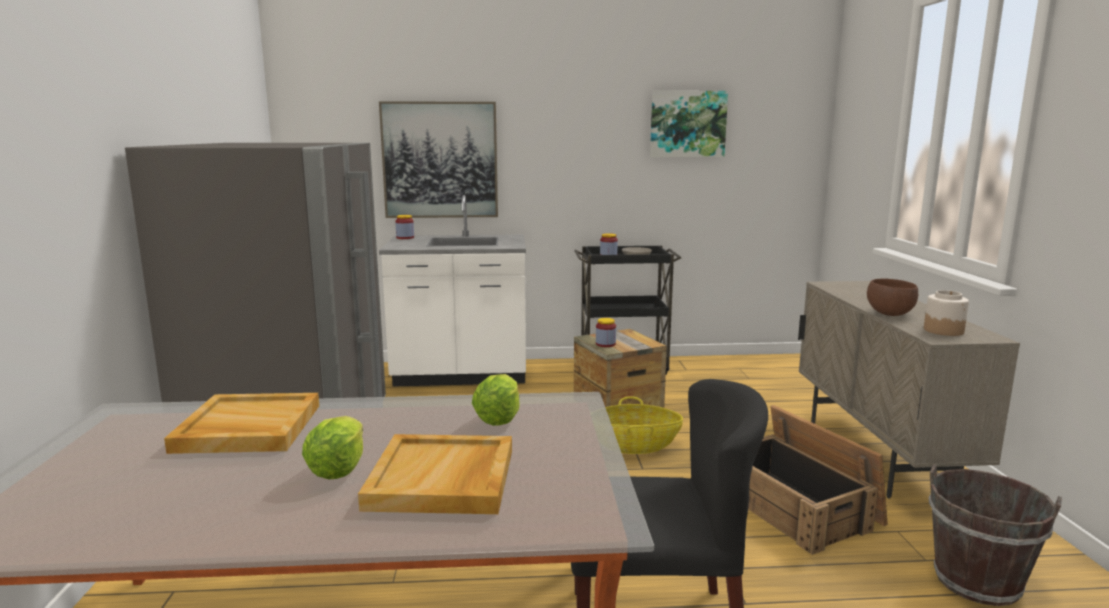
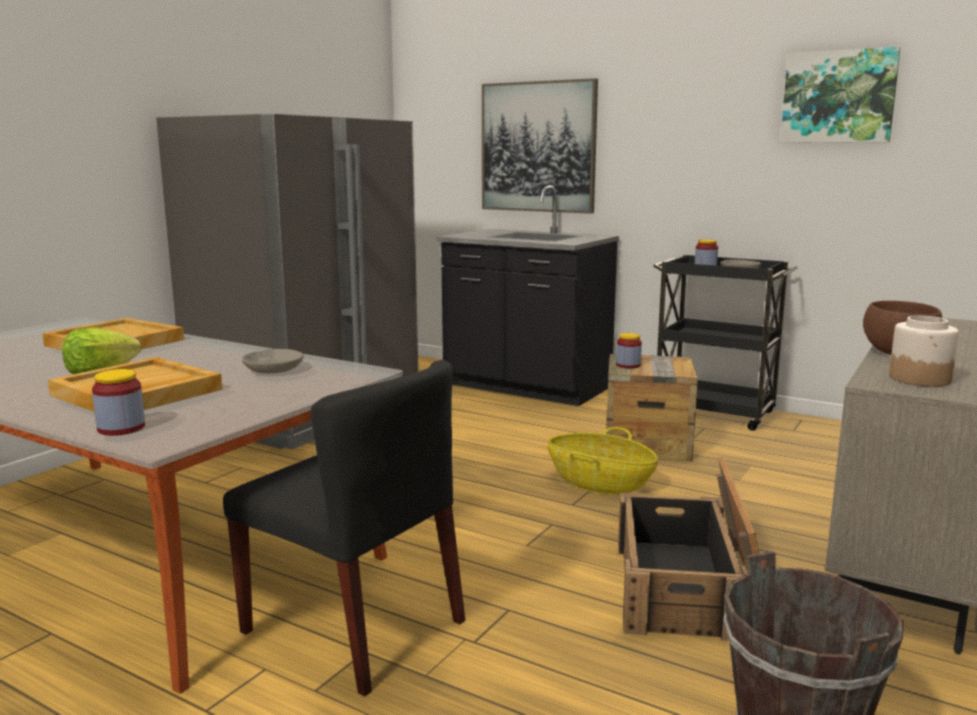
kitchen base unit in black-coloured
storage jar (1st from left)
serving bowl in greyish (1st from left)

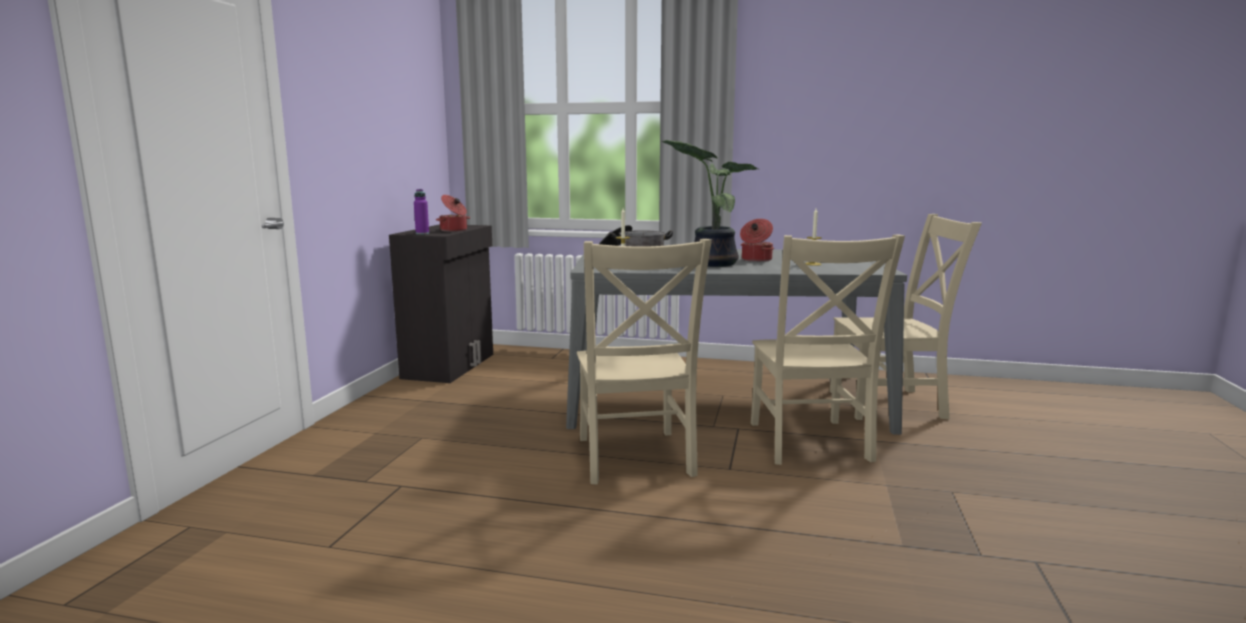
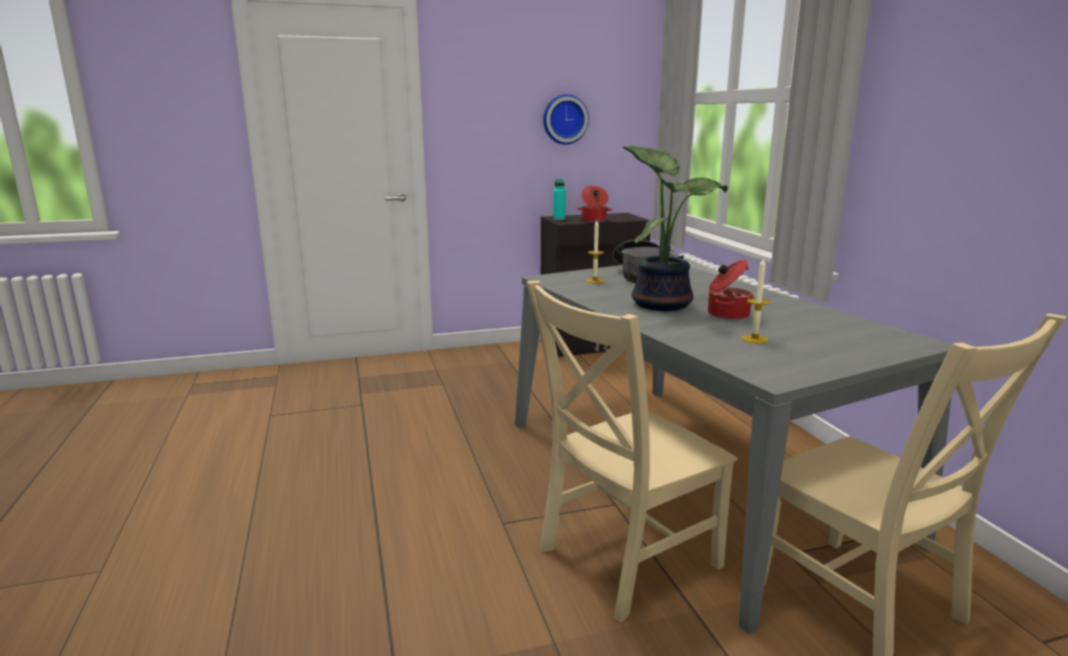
drink bottle in blue-green
chair in beige (1st from left in the first image)
wall clock

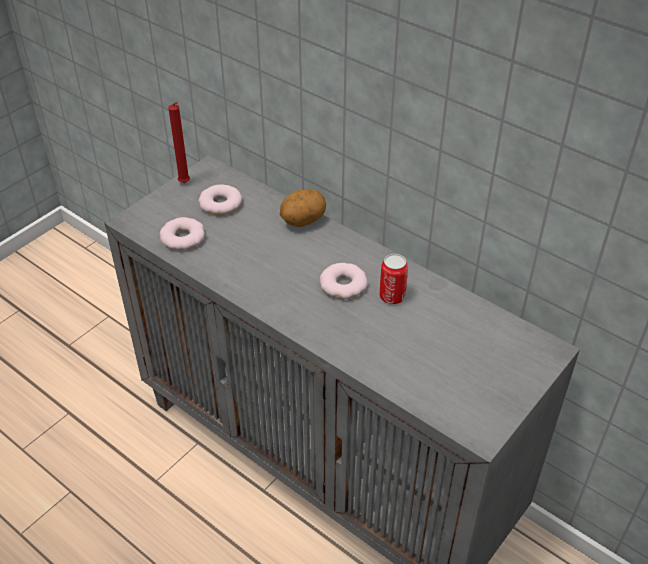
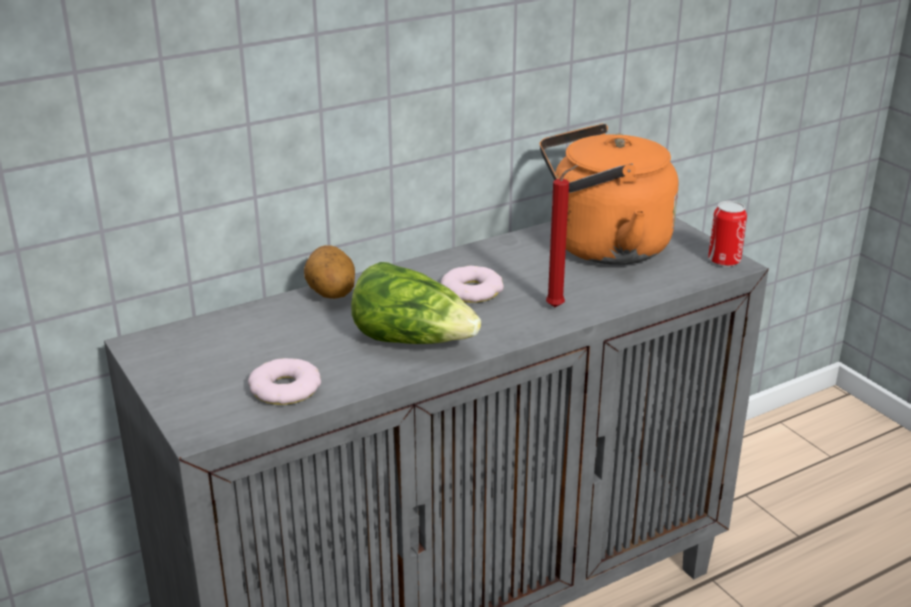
wax candle in red
doughnut (2nd from left in the first image)
can
lettuce head
tea kettle in orange-coloured

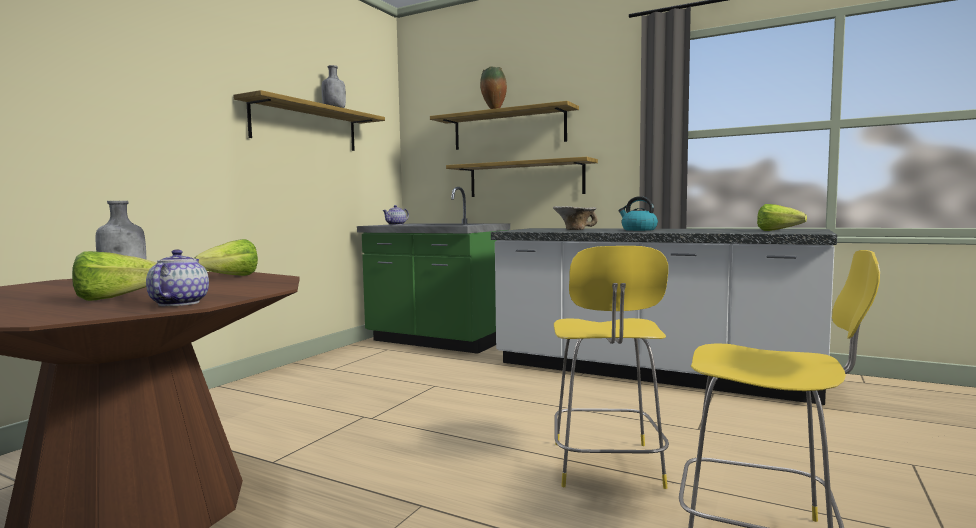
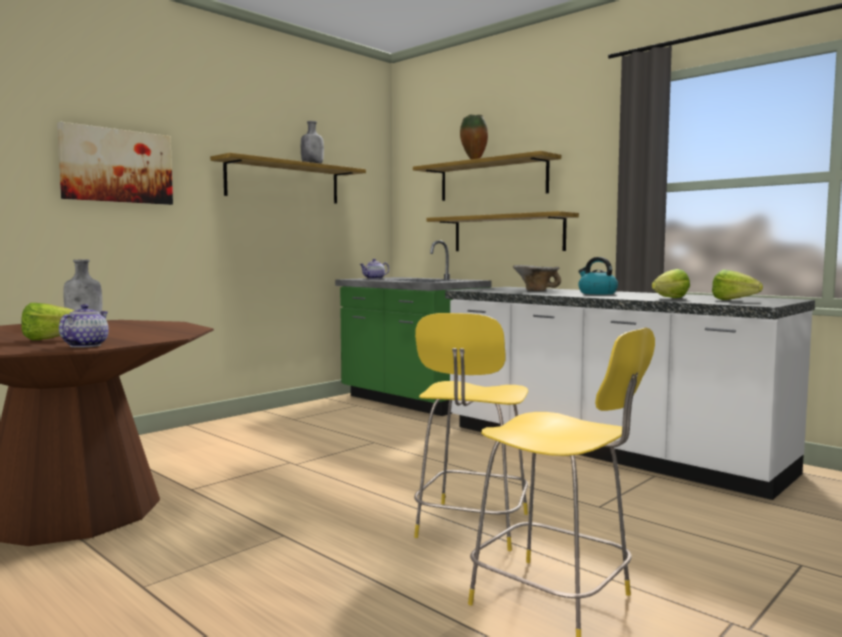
lettuce head (2nd from left)
wall art

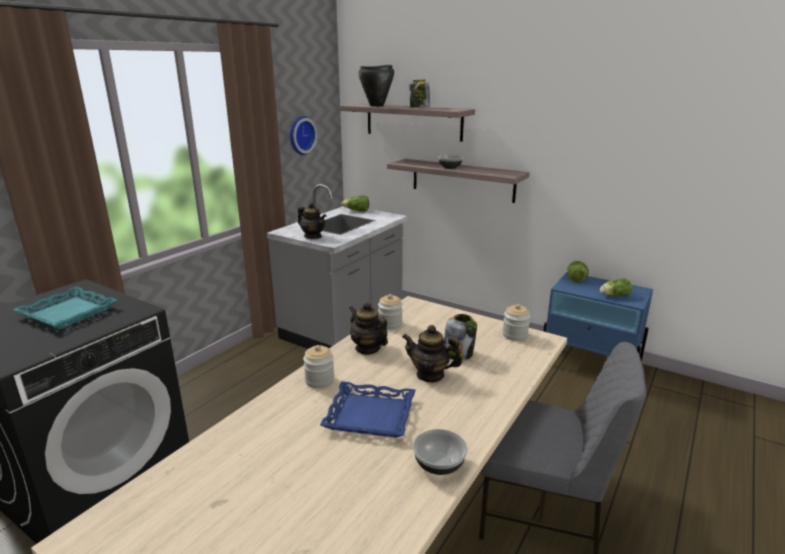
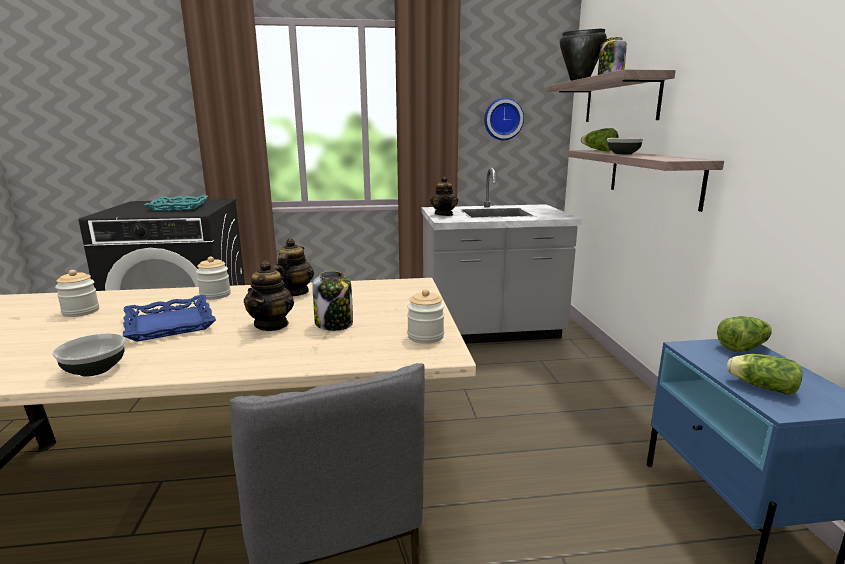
lettuce head (1st from left)
storage jar (1st from left)
pot for tea (1st from left)

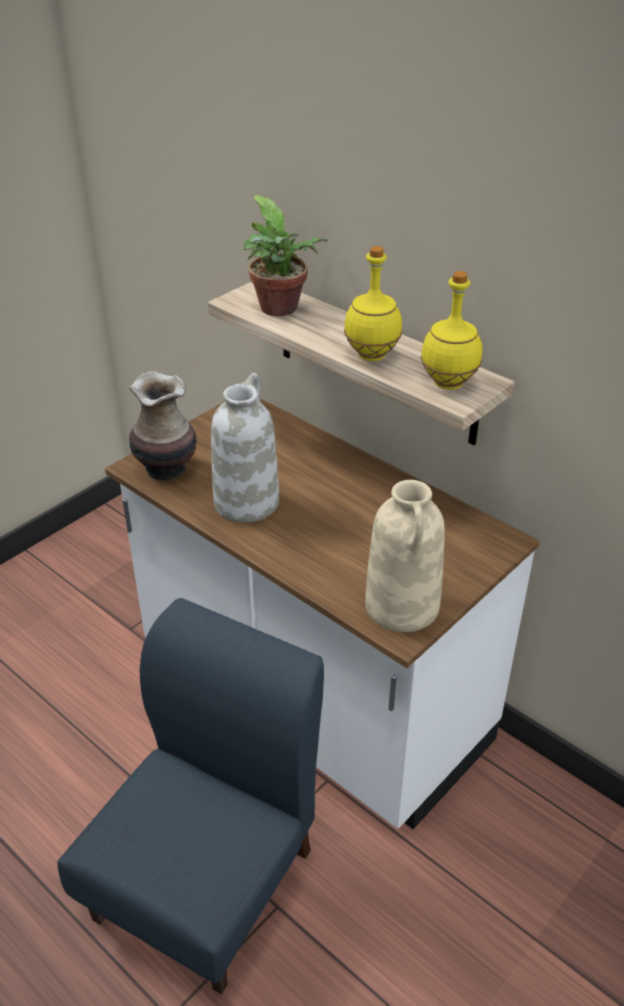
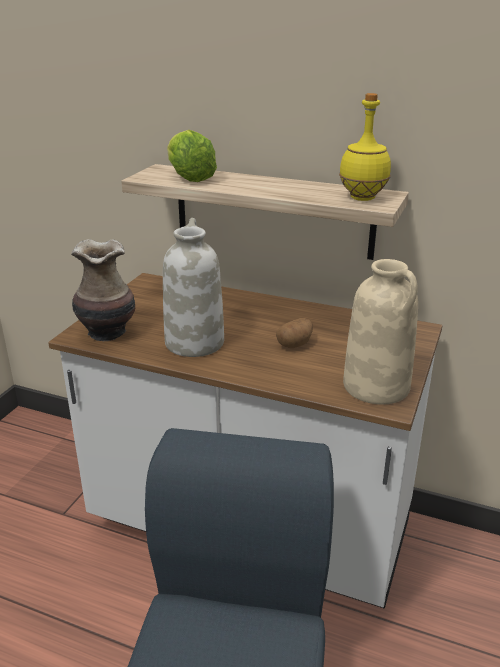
lettuce head
drink bottle in yellowish (1st from left in the first image)
whole potato

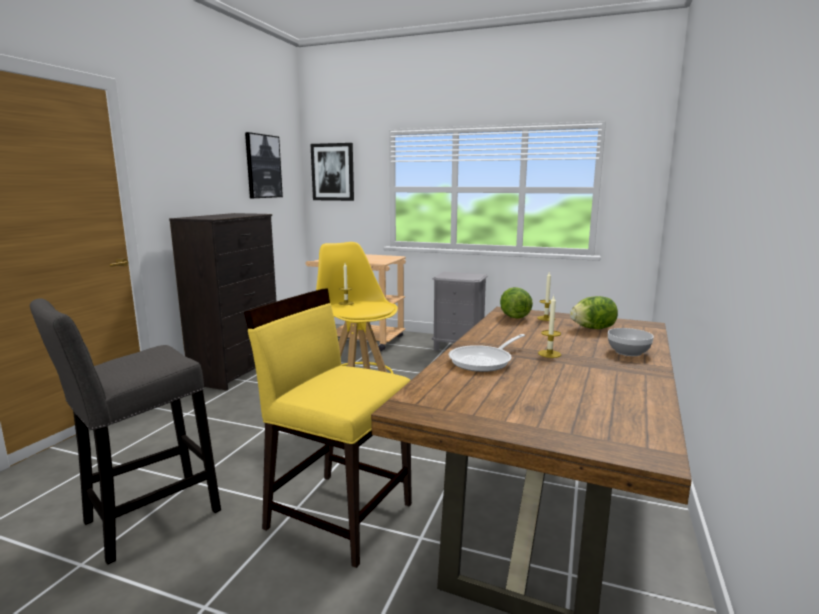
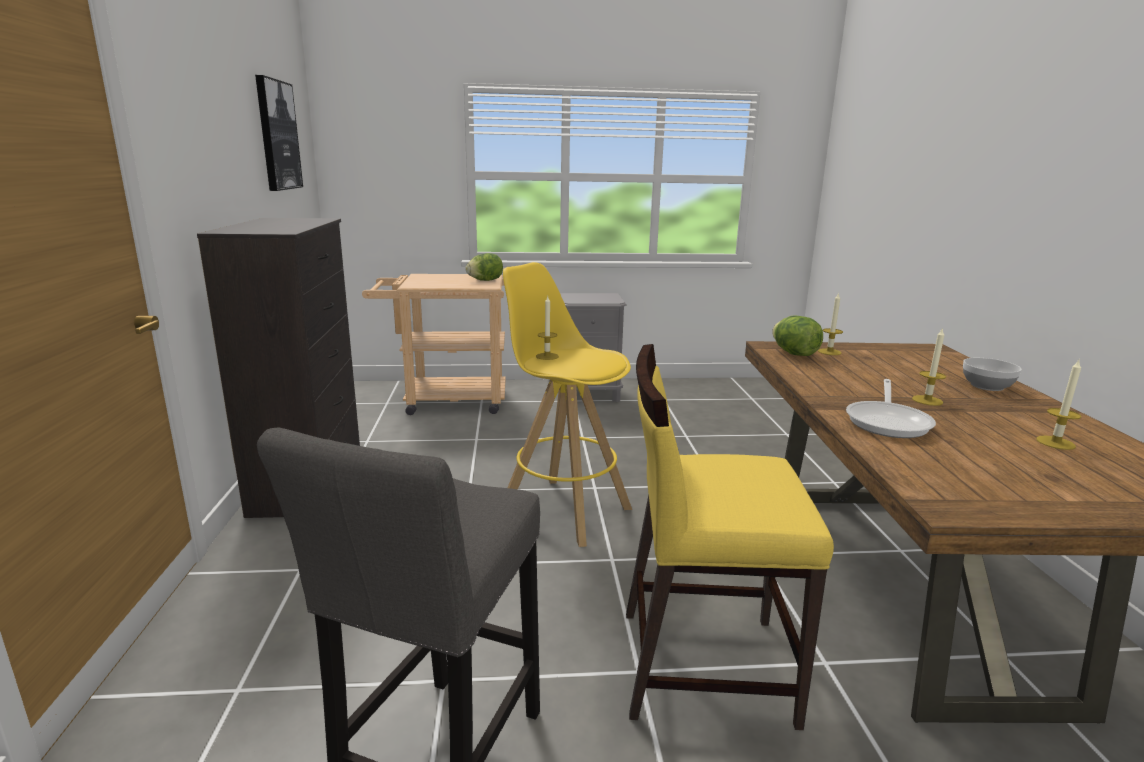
wall art (2nd from left in the first image)
lettuce head (1st from left)
wax candle (4th from left)

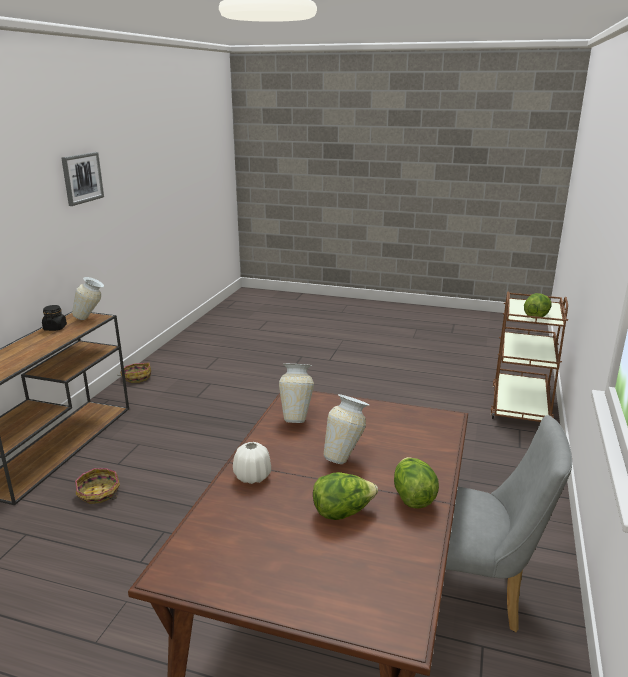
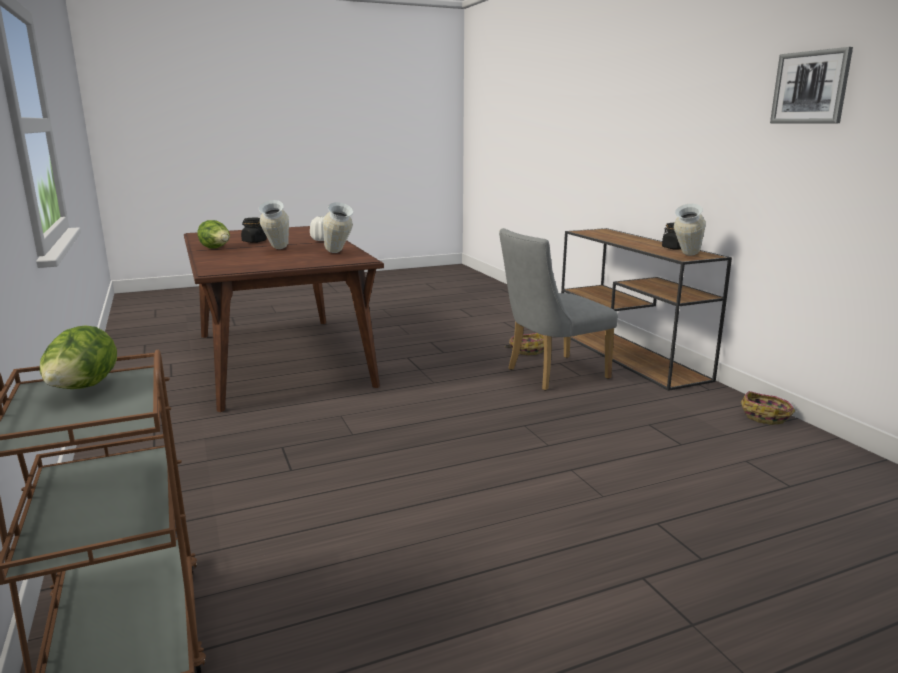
storage jar in black-coloured (1st from left)
chair in greyish

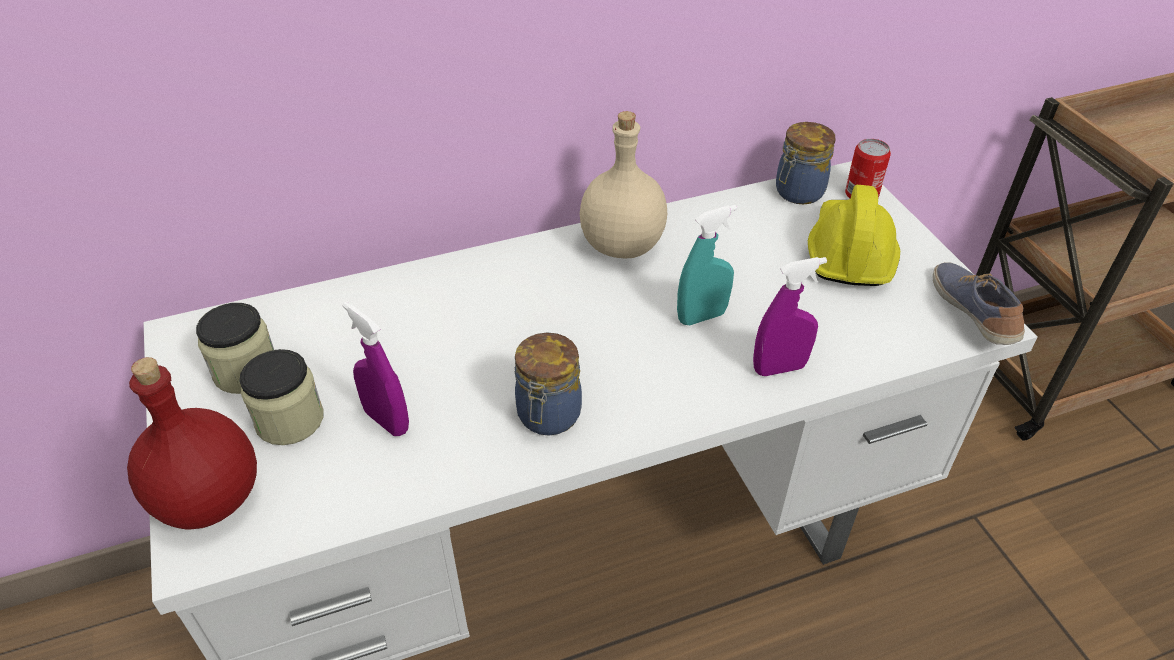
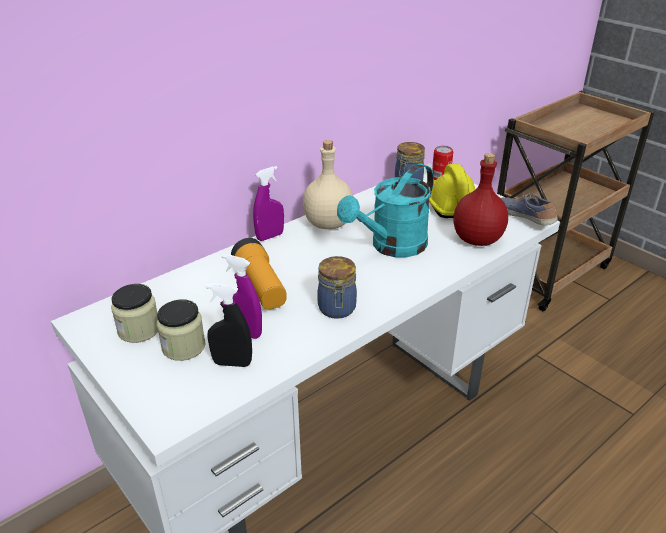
drink bottle in red
watering can in blue-green
spray bottle in purple-coloured (2nd from left)
spray bottle in black-coloured
flashlight

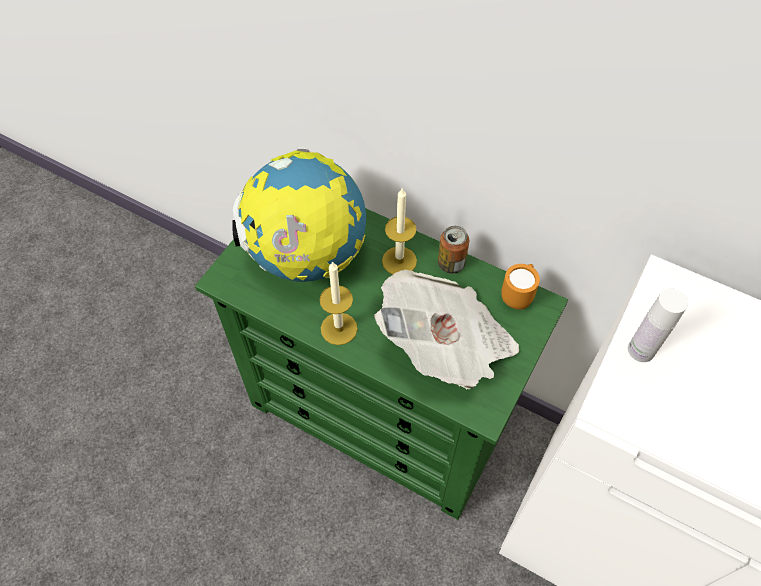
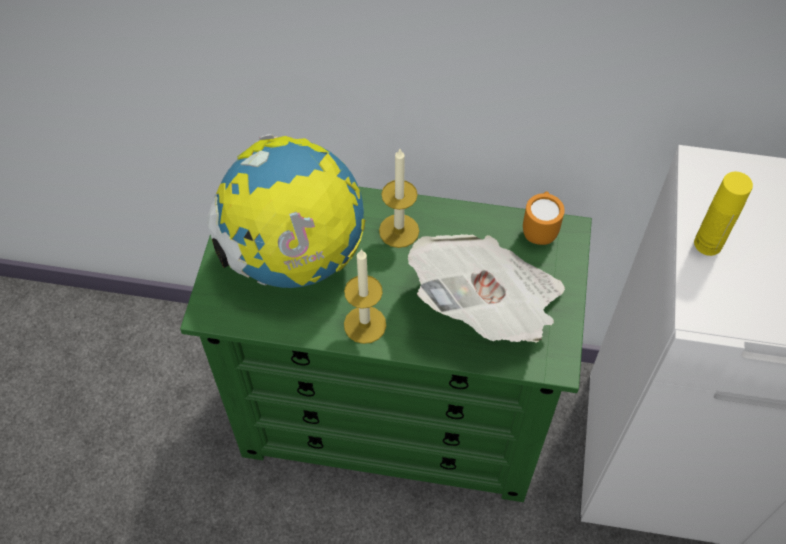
can
drink bottle in yellowish

